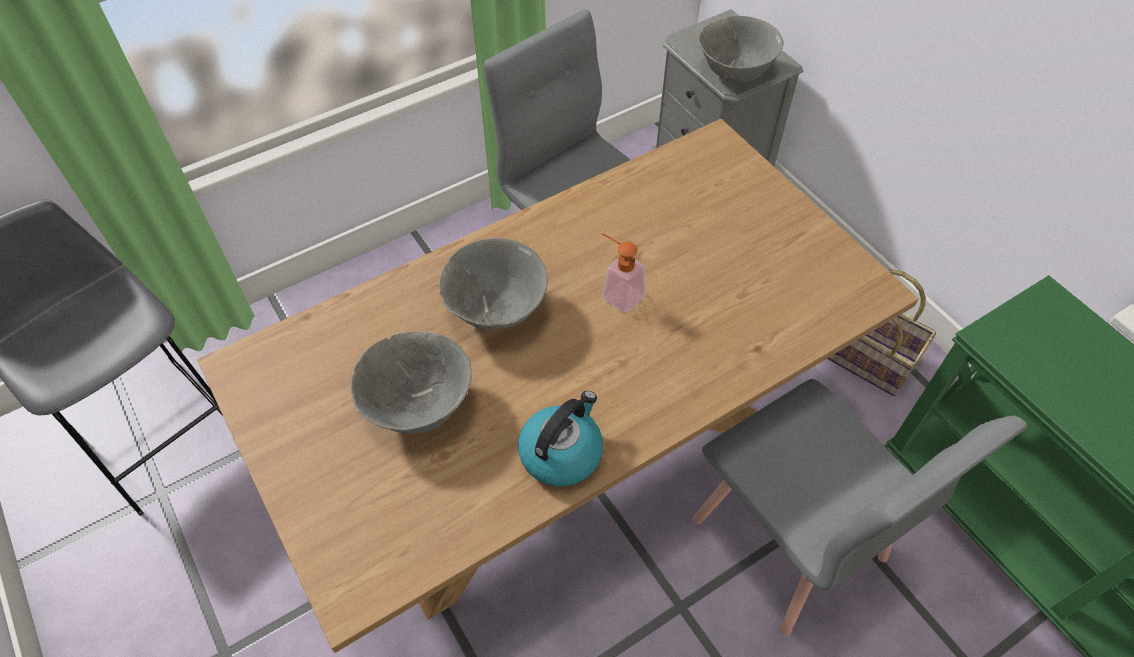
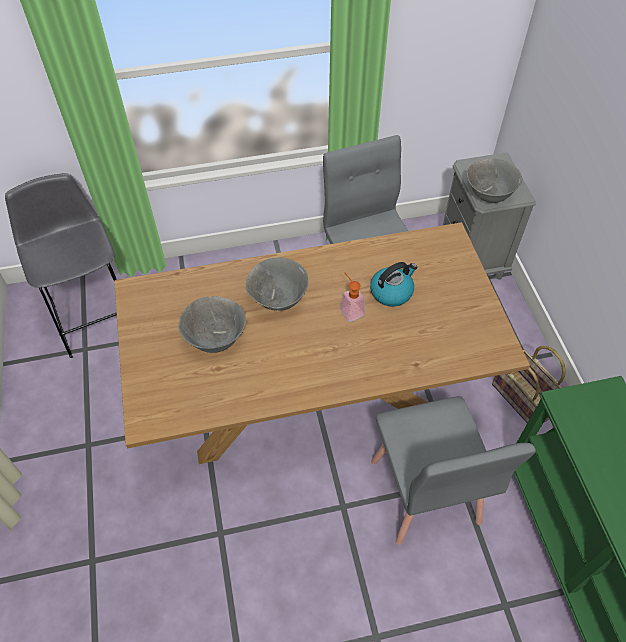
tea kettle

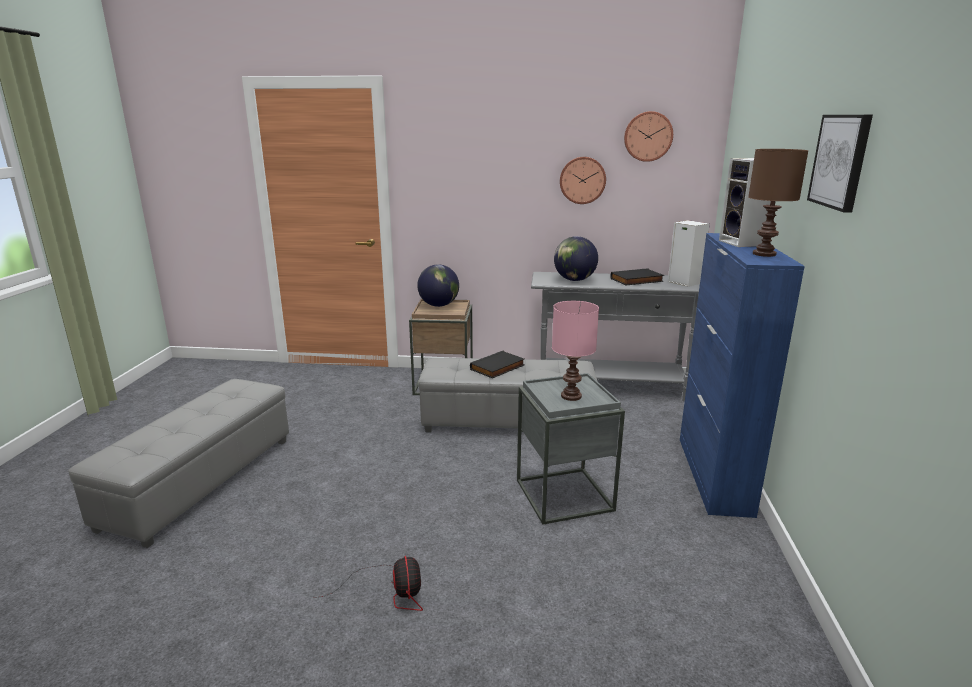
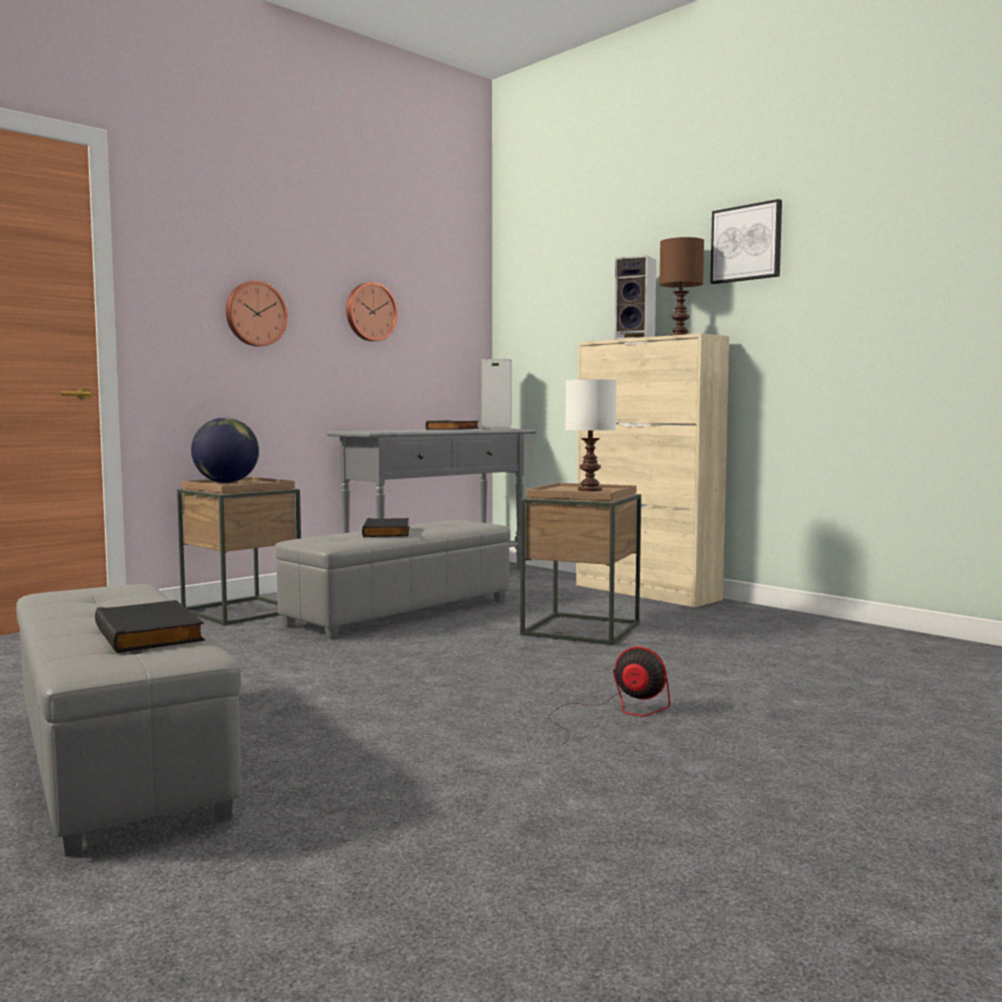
accent table in brownish (2nd from left)
table lamp in white
globe (2nd from left in the first image)
wall clock (1st from left)
cupboard in beige
book in black-coloured (1st from left)

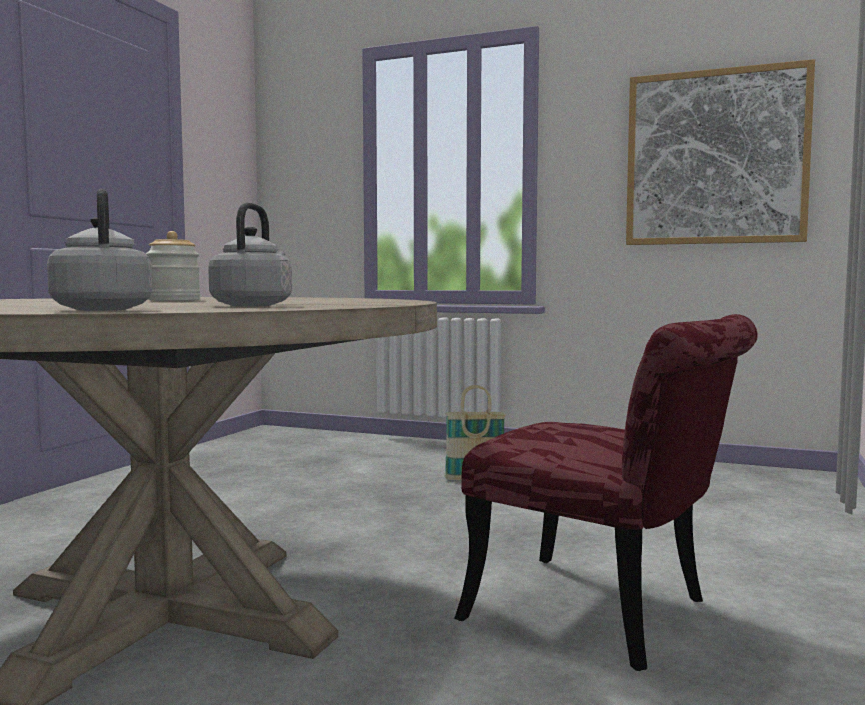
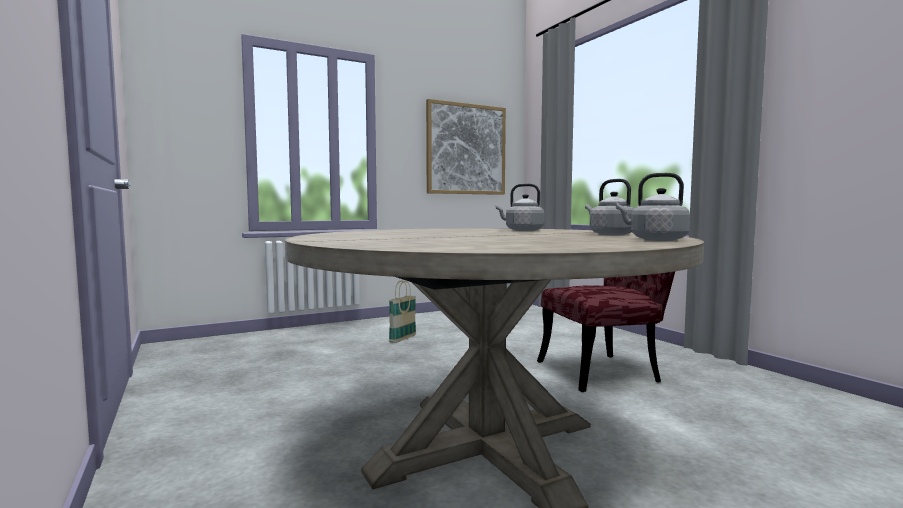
storage jar
tea kettle in greyish (1st from left)

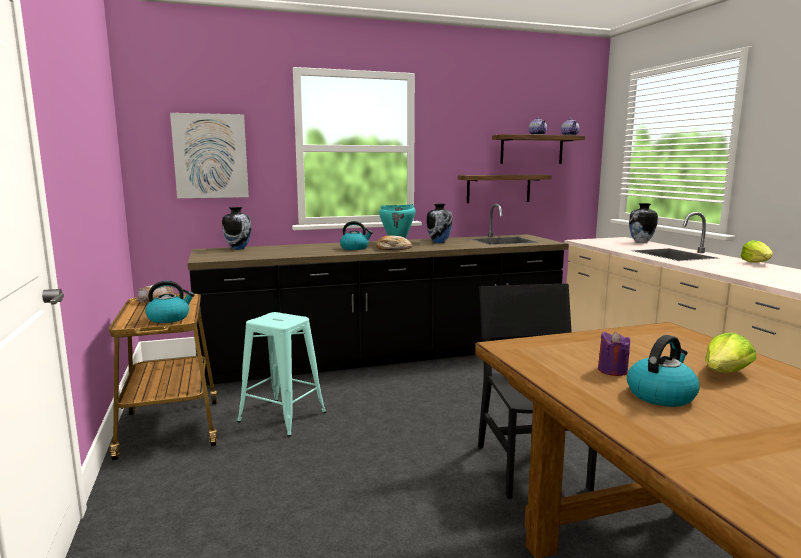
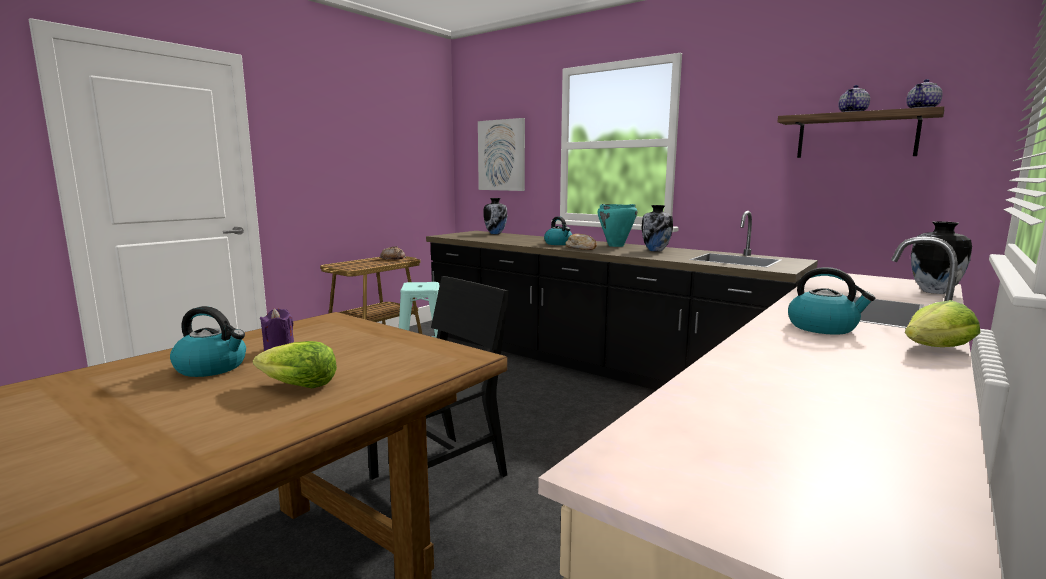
tea kettle (3rd from left)
wall shelf (1st from left in the first image)

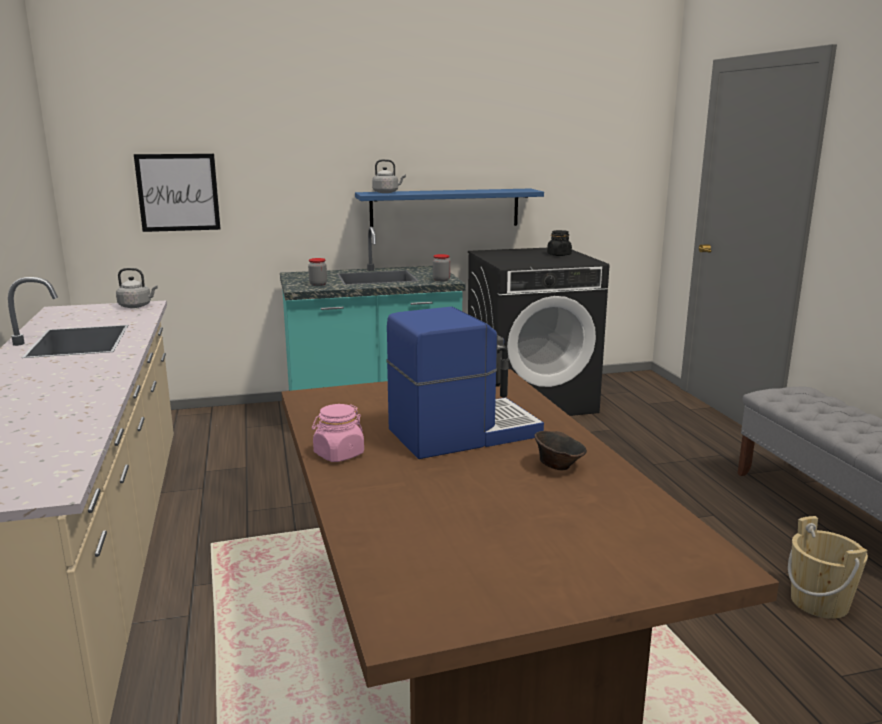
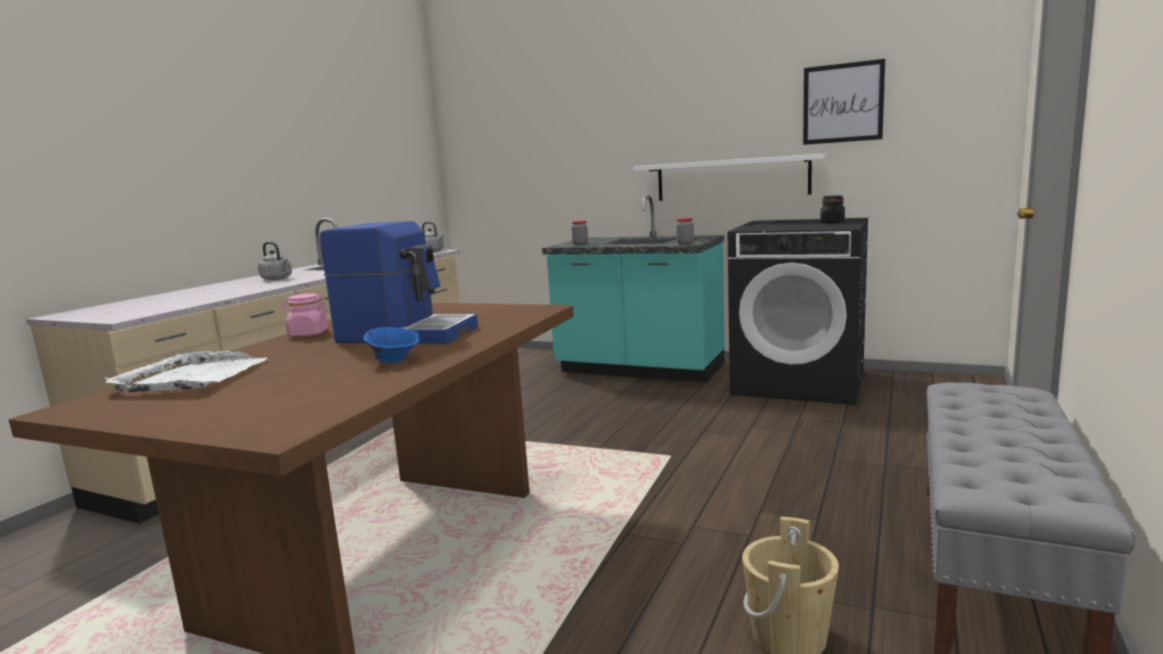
wall art
wall shelf in white
tea kettle in greyish (1st from left)
serving bowl in blue-coloured
serving tray in white

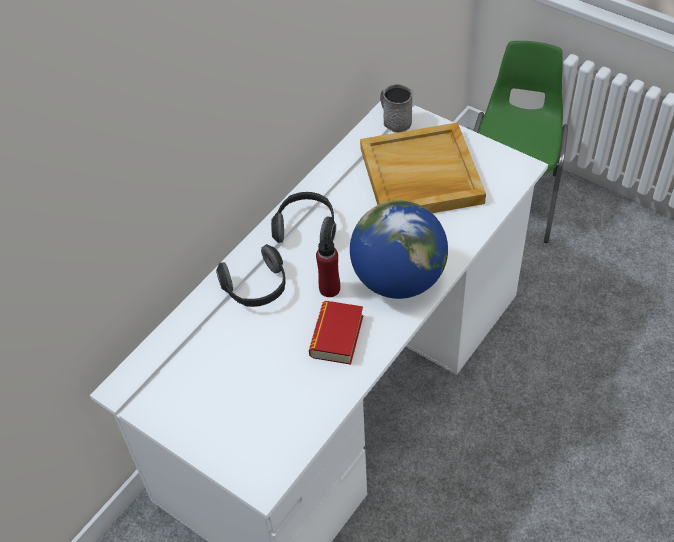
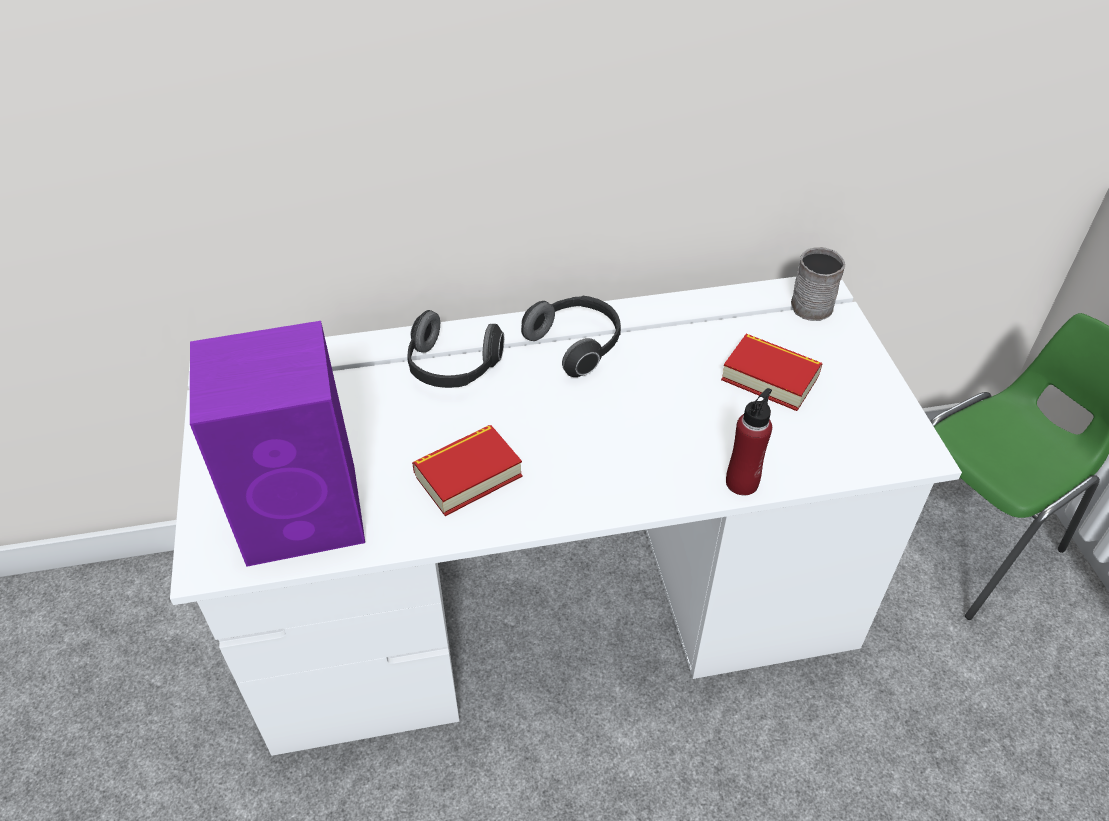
drink bottle in red
globe
book (2nd from left)
speaker in purple-coloured

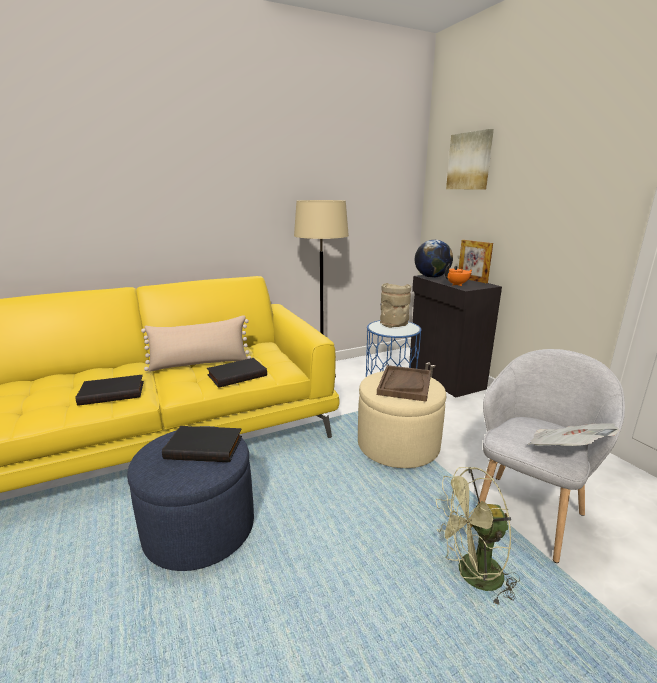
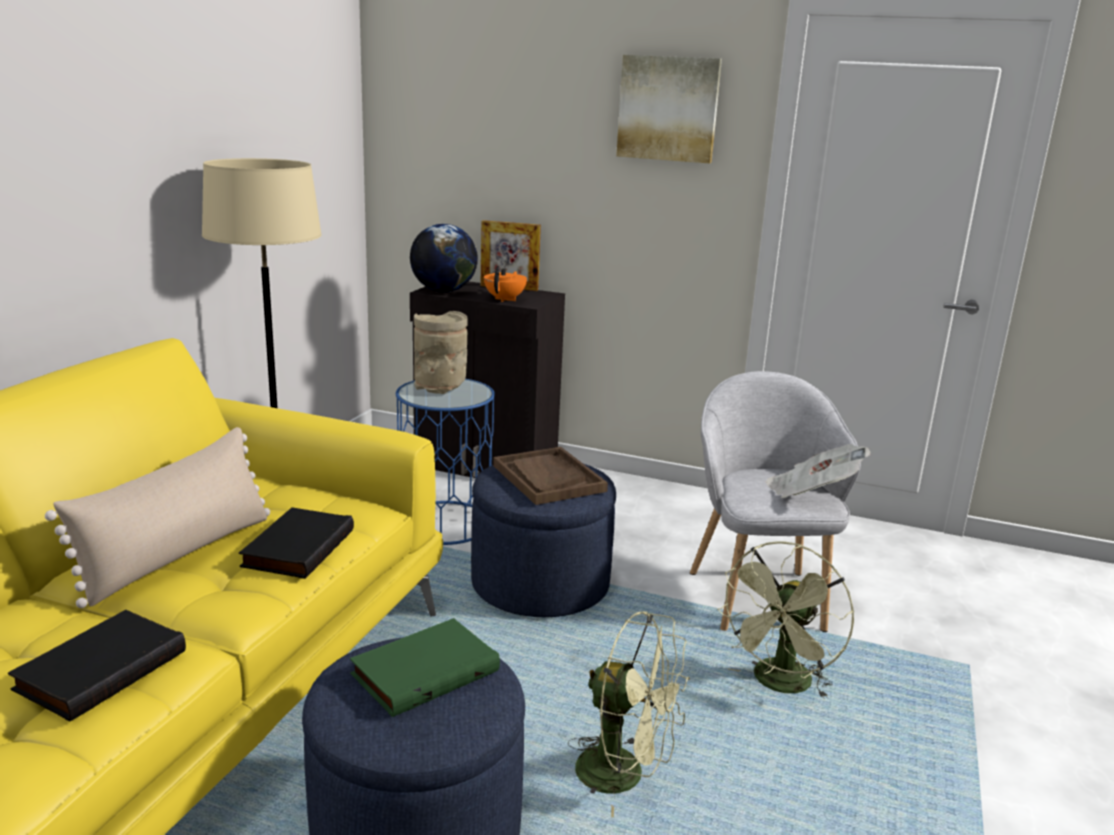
book in greenish
pouffe in blue-coloured (2nd from left)
wall art
cooling fan in greenish (1st from left)

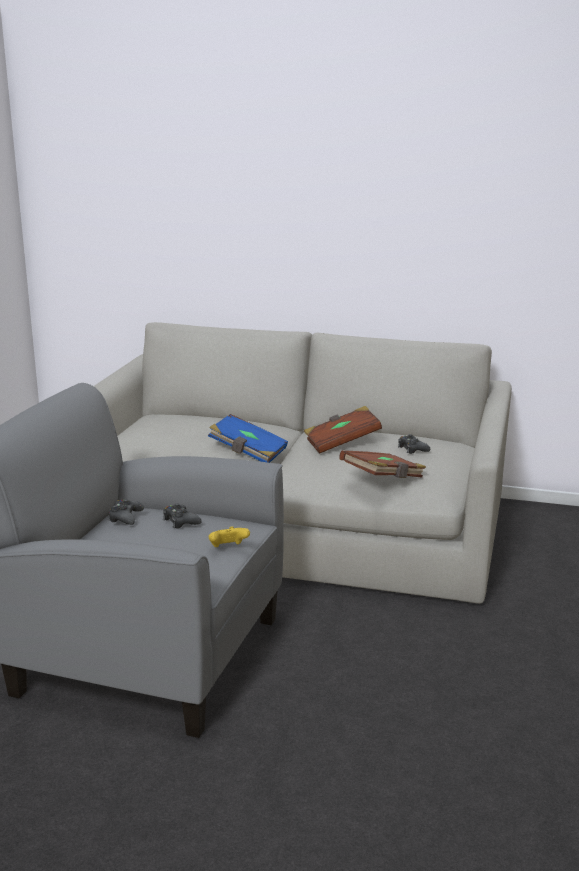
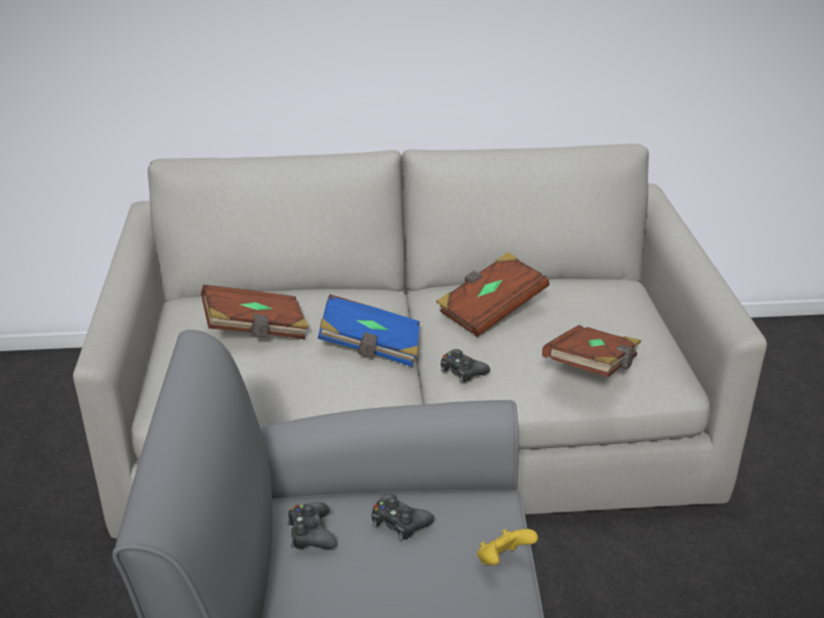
game controller in black-coloured (3rd from left)
book in brownish (1st from left)

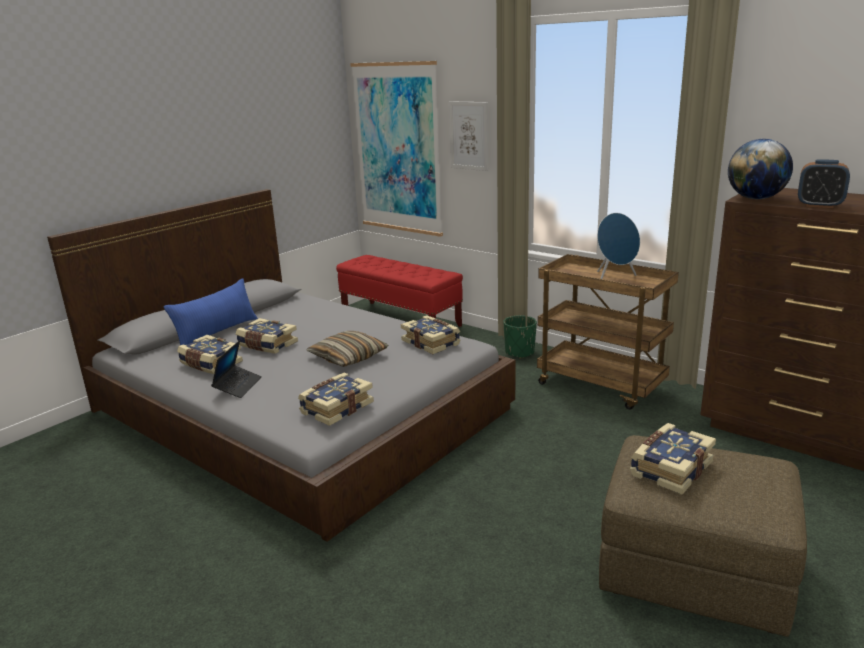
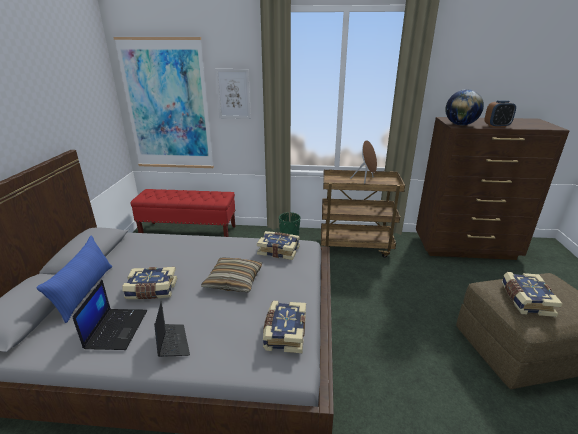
portable computer (1st from left)
speaker in brownish

